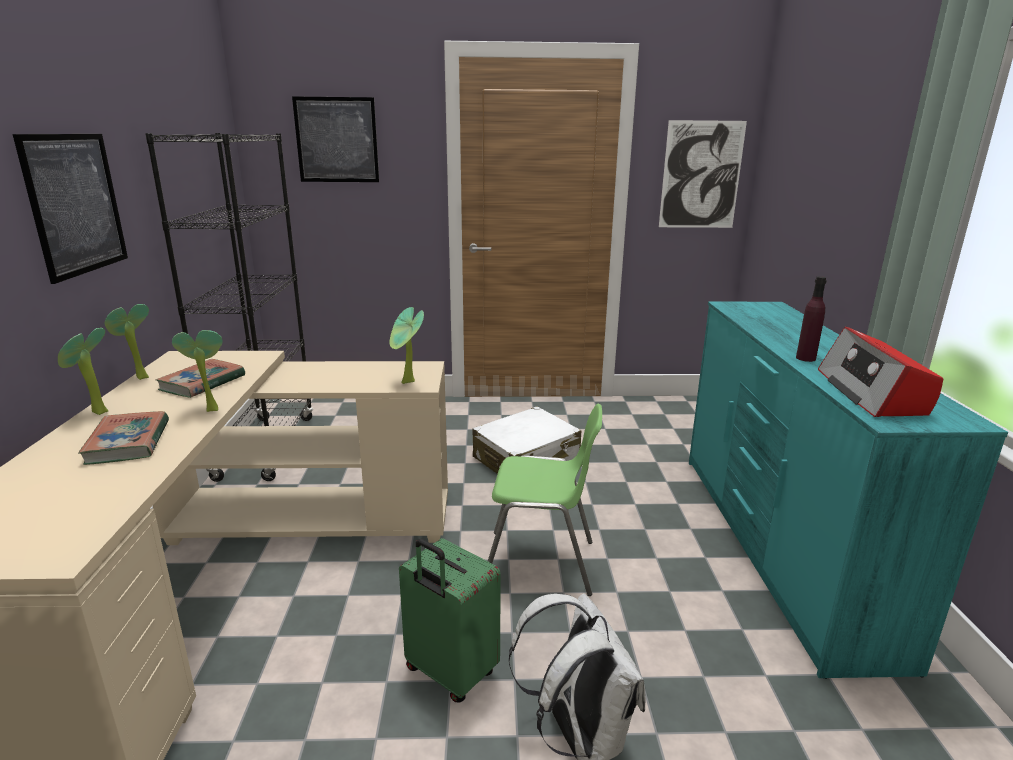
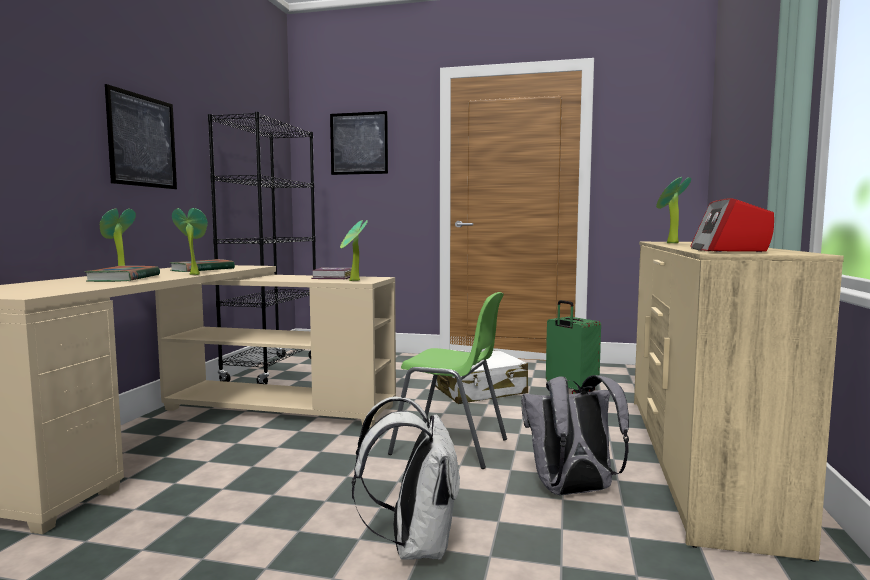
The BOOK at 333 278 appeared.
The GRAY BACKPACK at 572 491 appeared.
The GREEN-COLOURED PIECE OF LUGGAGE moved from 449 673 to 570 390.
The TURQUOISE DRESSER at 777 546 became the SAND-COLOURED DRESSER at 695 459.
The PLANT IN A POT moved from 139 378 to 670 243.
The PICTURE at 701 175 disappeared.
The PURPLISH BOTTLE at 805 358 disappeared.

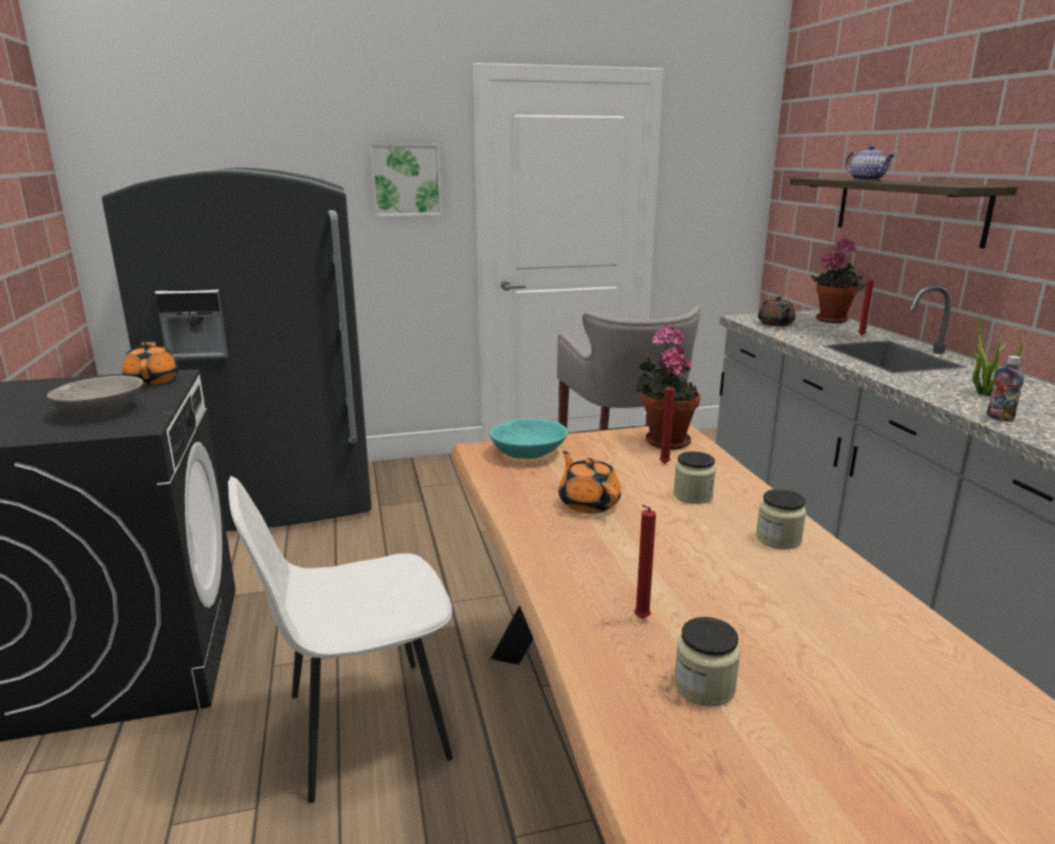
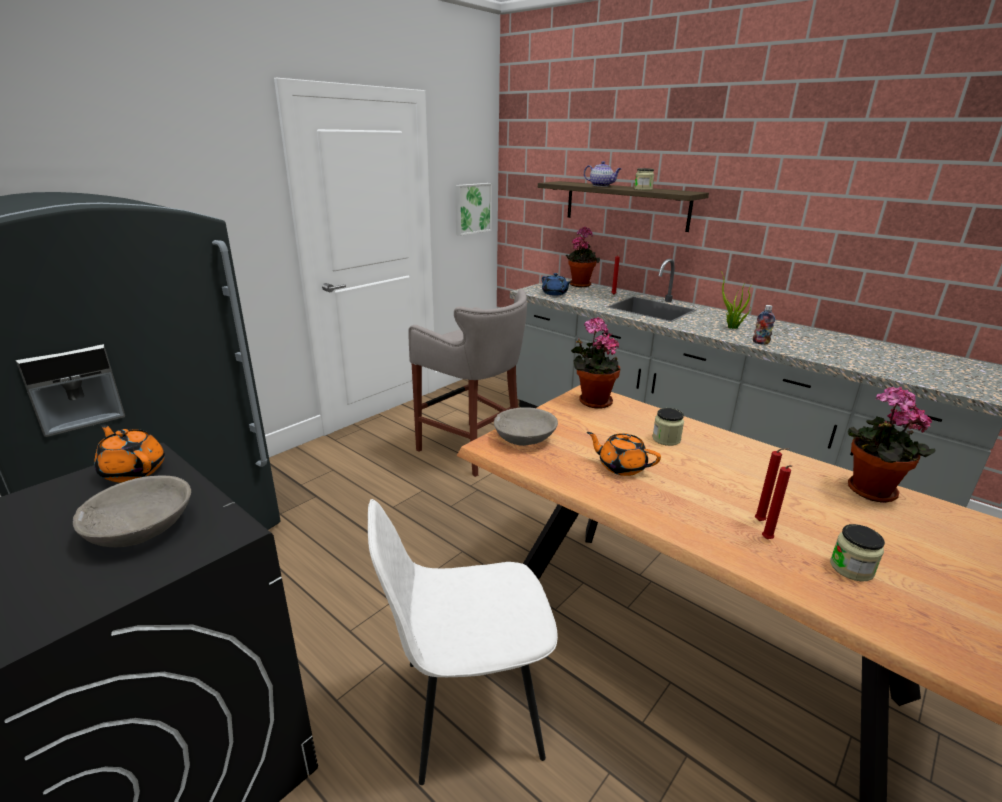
The WHITE UPRIGHT CHAIR at 362 727 turned 45 degrees clockwise.
The PICTURE moved from 406 180 to 472 208.
The TURQUOISE BOWL at 528 452 became the GRAY BOWL at 524 437.
The BROWNISH TEAPOT at 775 324 became the BLUE TEAPOT at 555 293.
The JAR moved from 778 539 to 643 189.
The REDDISH WAX CANDLE moved from 665 464 to 761 522.
The PLANT IN A POT at 868 492 appeared.

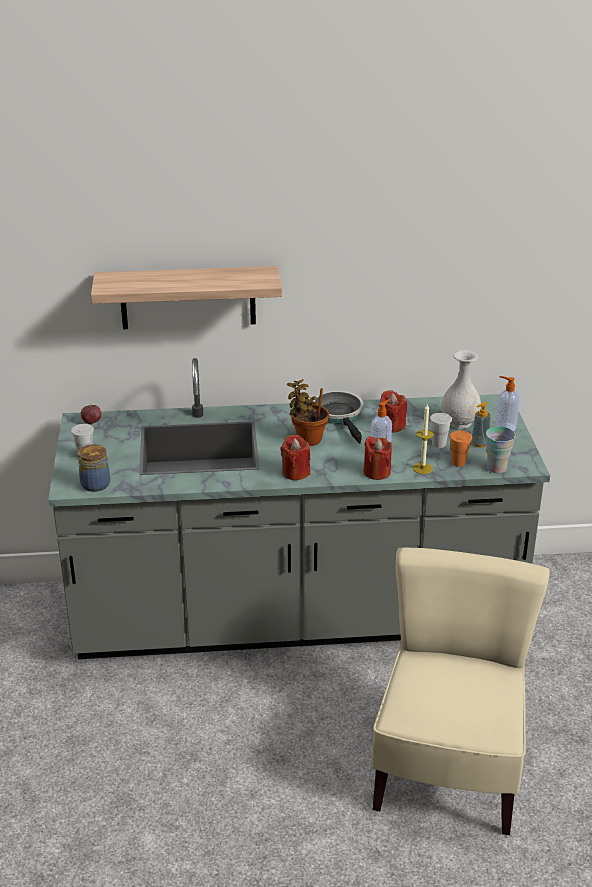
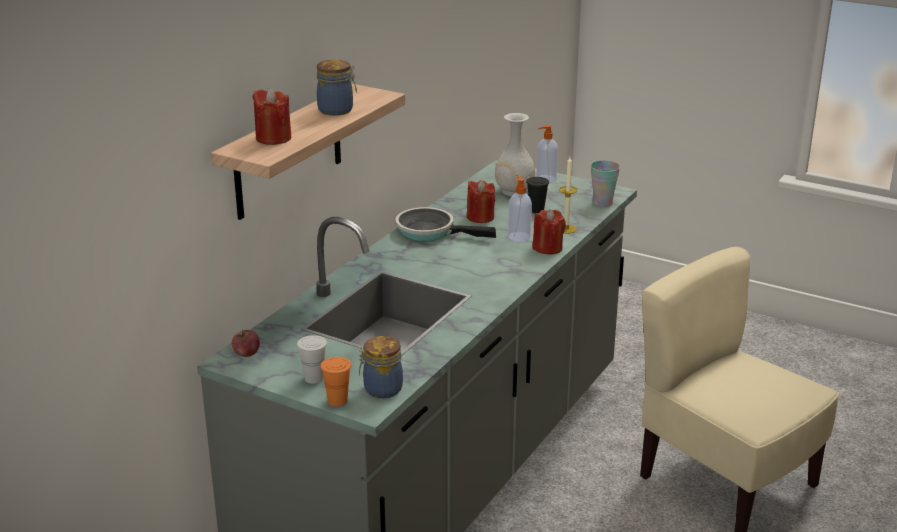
The REDDISH WAX CANDLE moved from 295 472 to 273 138.
The JAR at 337 110 appeared.
The ORANGEY DRINKING CUP moved from 458 462 to 337 401.
The WHITE DRINKING CUP at 438 444 became the BLACKISH DRINKING CUP at 536 210.
The PLANT IN A POT at 307 438 disappeared.
The SOAP BOTTLE at 479 443 disappeared.

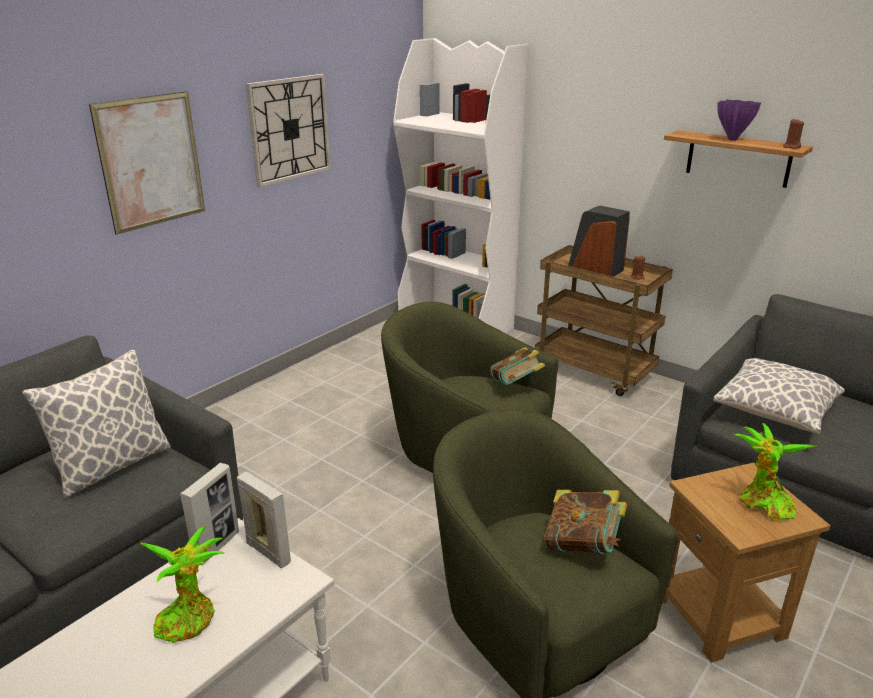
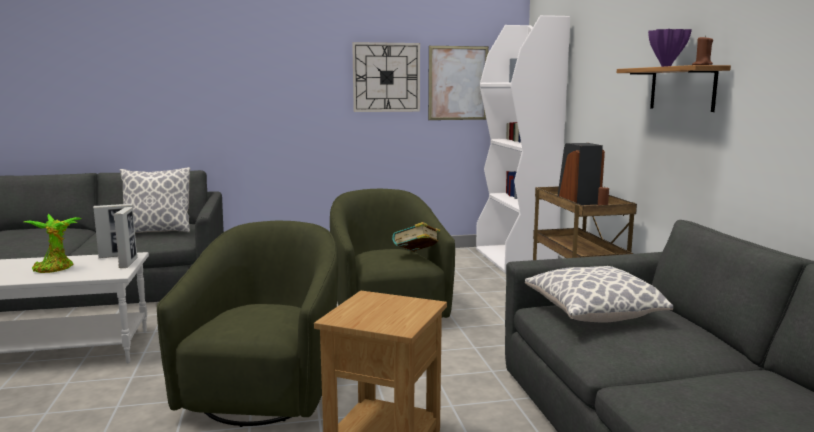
The PICTURE moved from 151 161 to 458 83.
The BOOK at 582 545 disappeared.
The PLANT IN A POT at 763 504 disappeared.

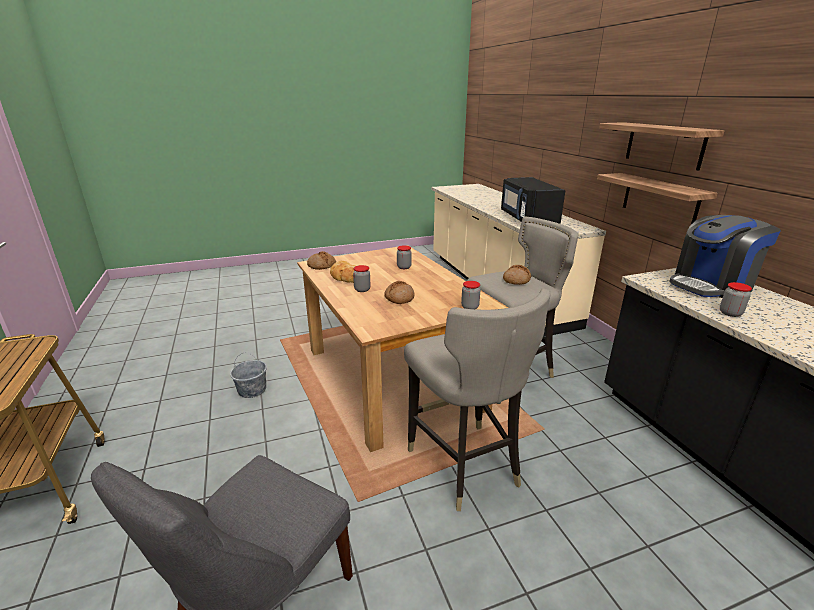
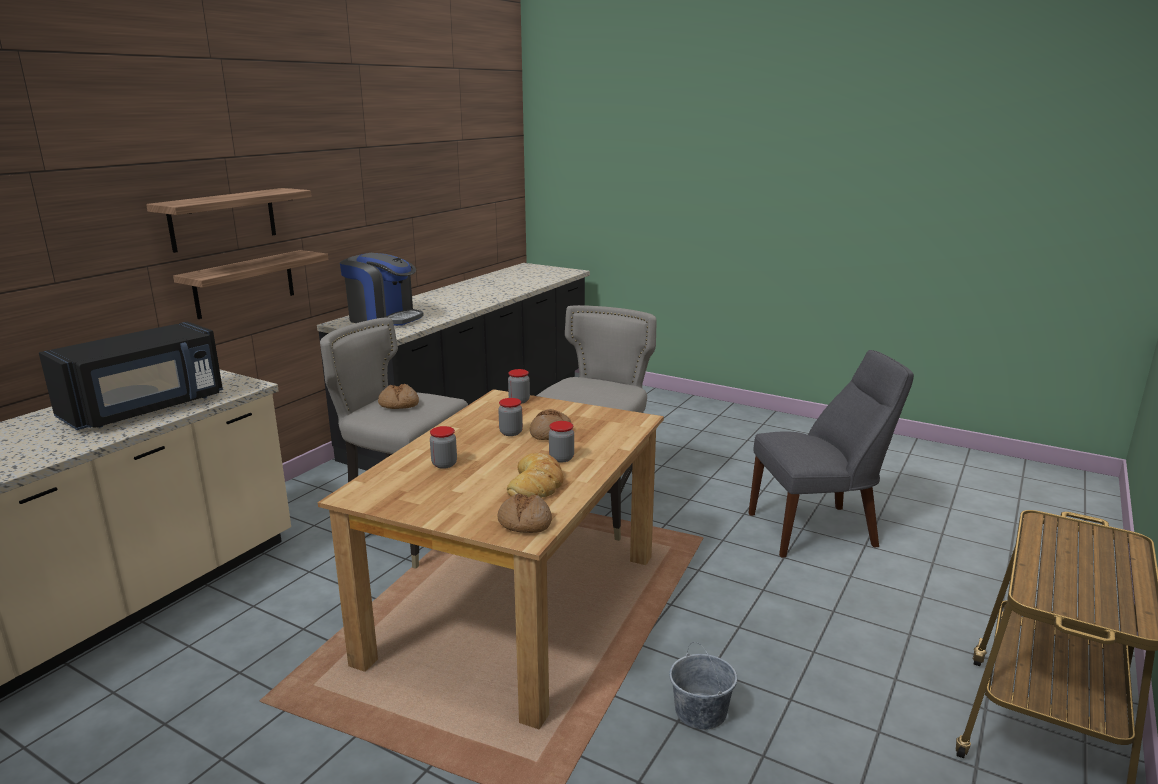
The JAR moved from 730 313 to 511 432.

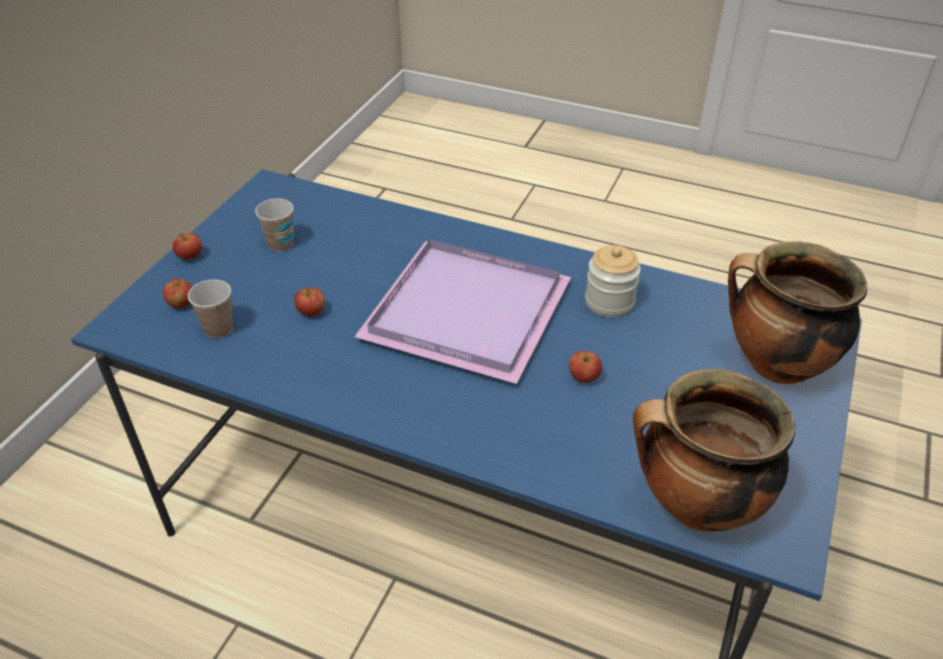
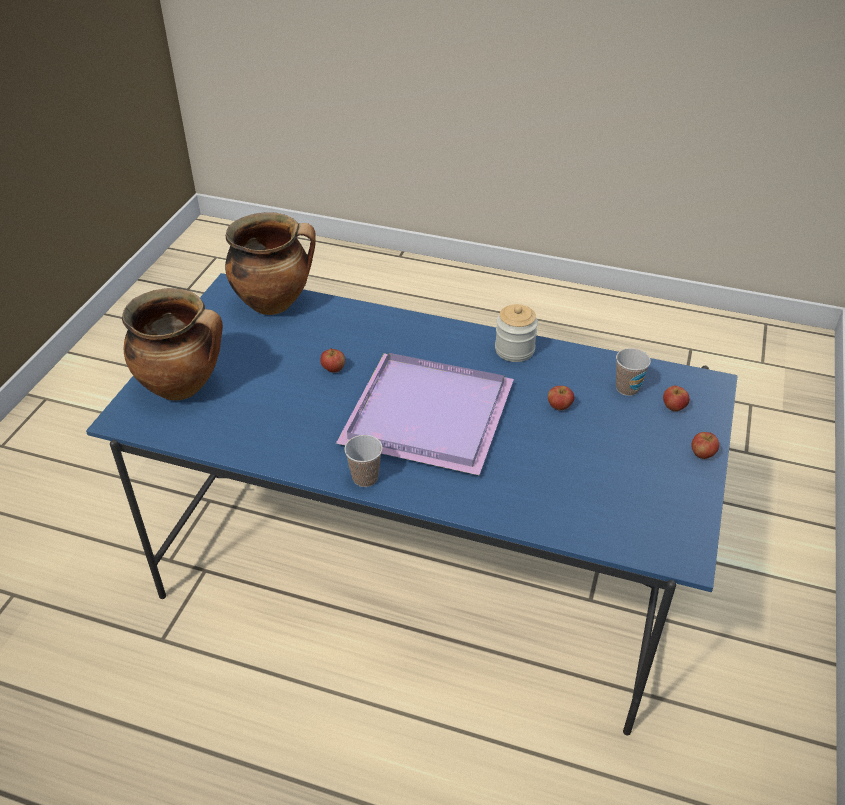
The DRINKING CUP moved from 280 244 to 365 478.
The JAR moved from 609 302 to 514 350.

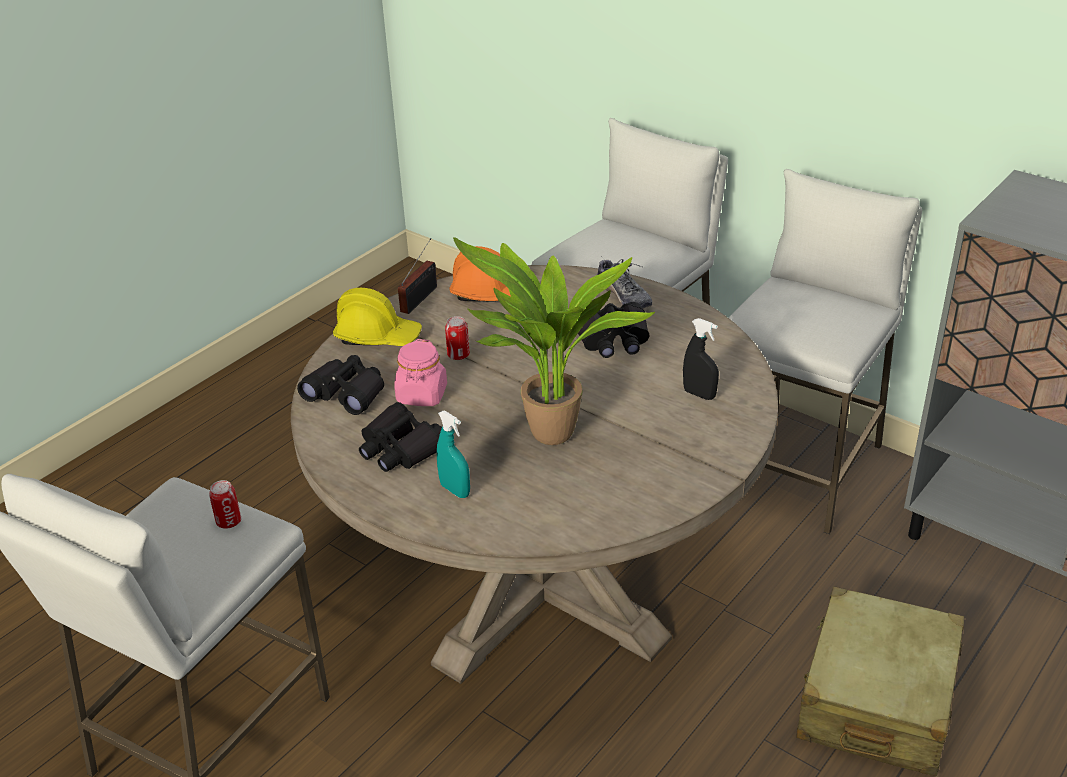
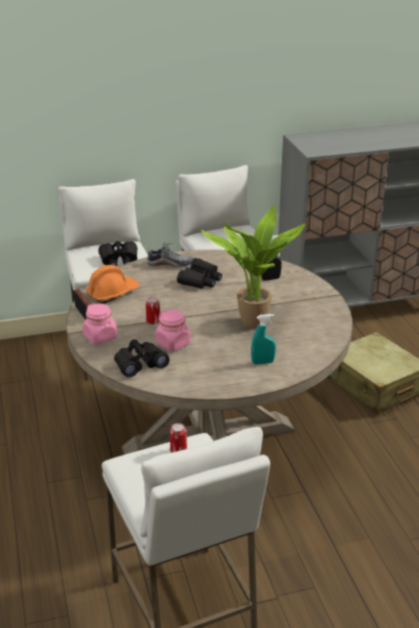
The YELLOW-COLOURED HARD HAT at 378 336 was replaced by the PINK-COLOURED JAR at 100 337.
The BLACKISH PAIR OF BINOCULARS moved from 400 448 to 119 260.

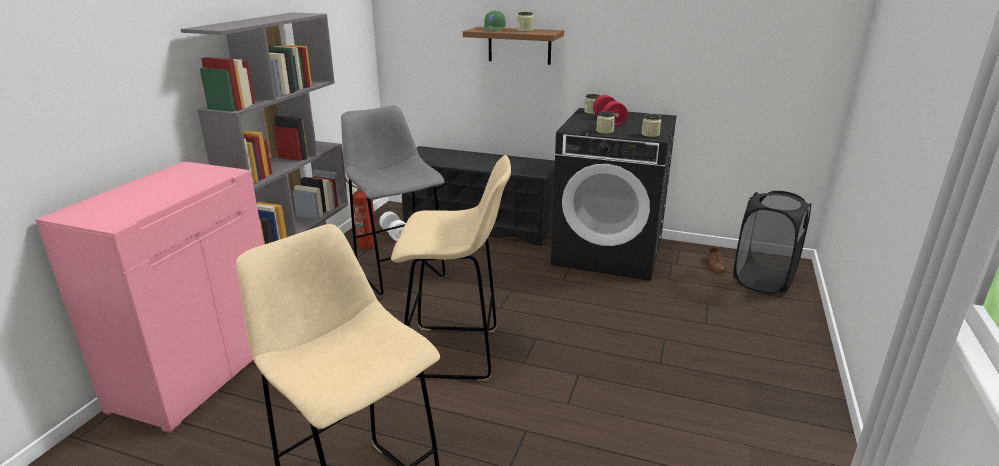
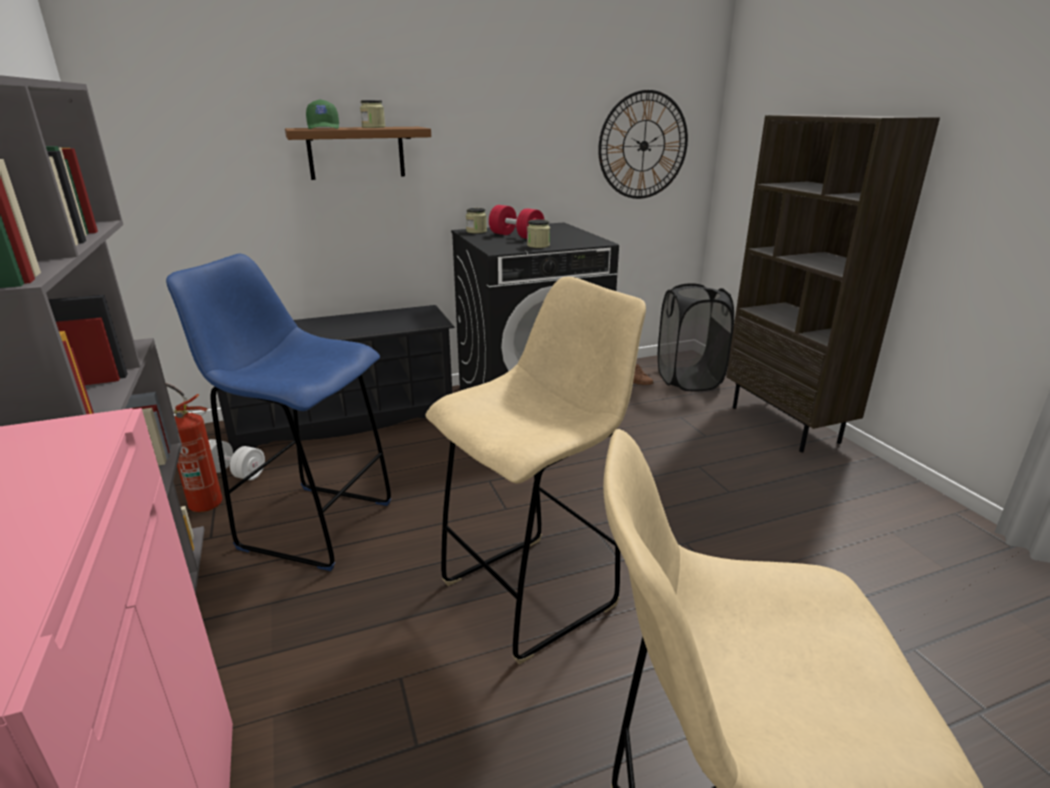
The GRAY STOOL SEAT at 399 274 became the BLUE STOOL SEAT at 313 524.
The HANGING CLOCK at 643 146 appeared.
The BROWNISH BOOKCASE at 785 424 appeared.
The JAR at 650 134 disappeared.

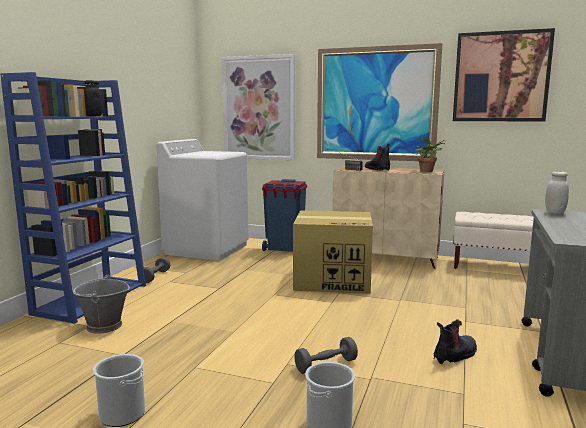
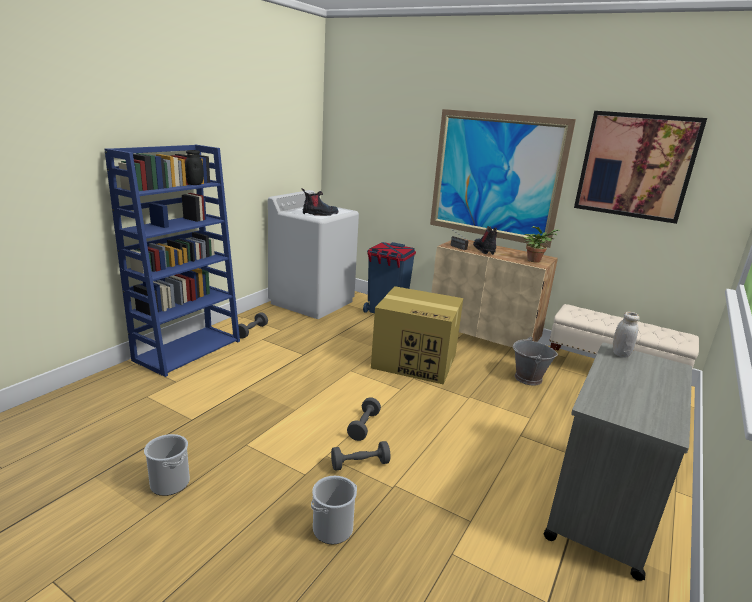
The TALL BOOT moved from 455 355 to 320 214.
The GRAY DUMBBELL at 364 426 appeared.
The GRAY WATER BUCKET moved from 104 326 to 528 378.
The PICTURE at 259 108 disappeared.

